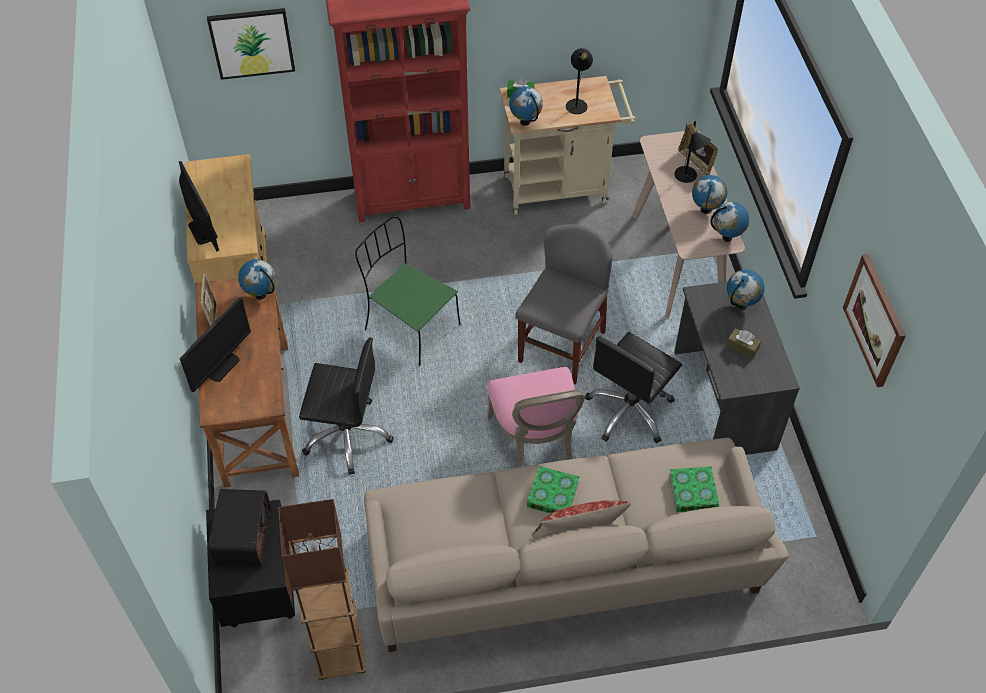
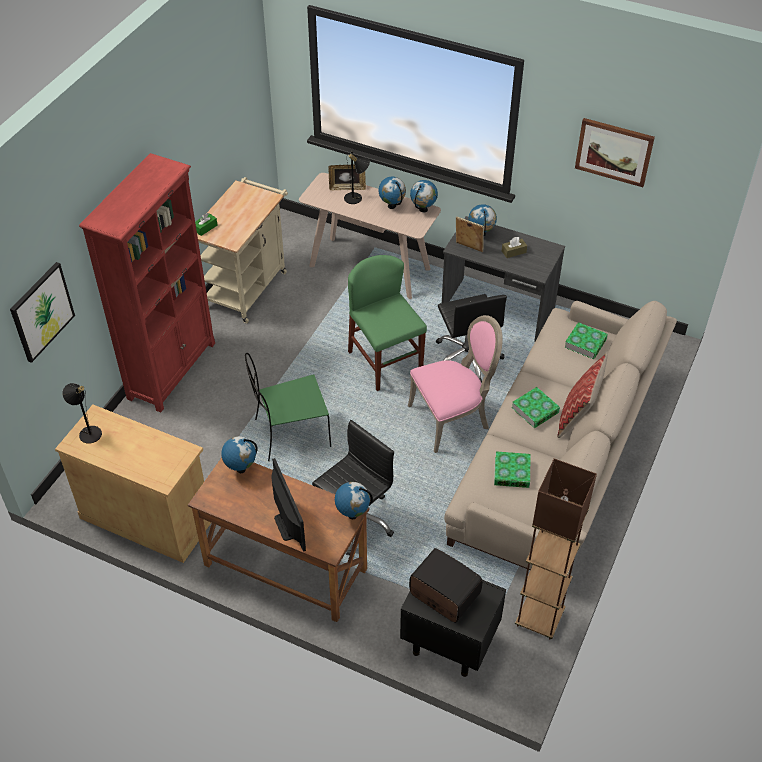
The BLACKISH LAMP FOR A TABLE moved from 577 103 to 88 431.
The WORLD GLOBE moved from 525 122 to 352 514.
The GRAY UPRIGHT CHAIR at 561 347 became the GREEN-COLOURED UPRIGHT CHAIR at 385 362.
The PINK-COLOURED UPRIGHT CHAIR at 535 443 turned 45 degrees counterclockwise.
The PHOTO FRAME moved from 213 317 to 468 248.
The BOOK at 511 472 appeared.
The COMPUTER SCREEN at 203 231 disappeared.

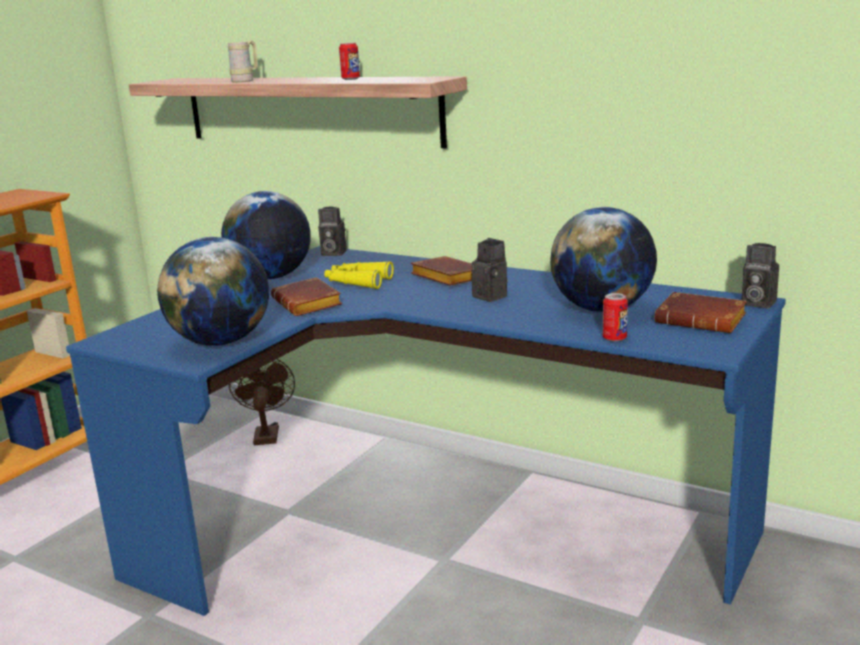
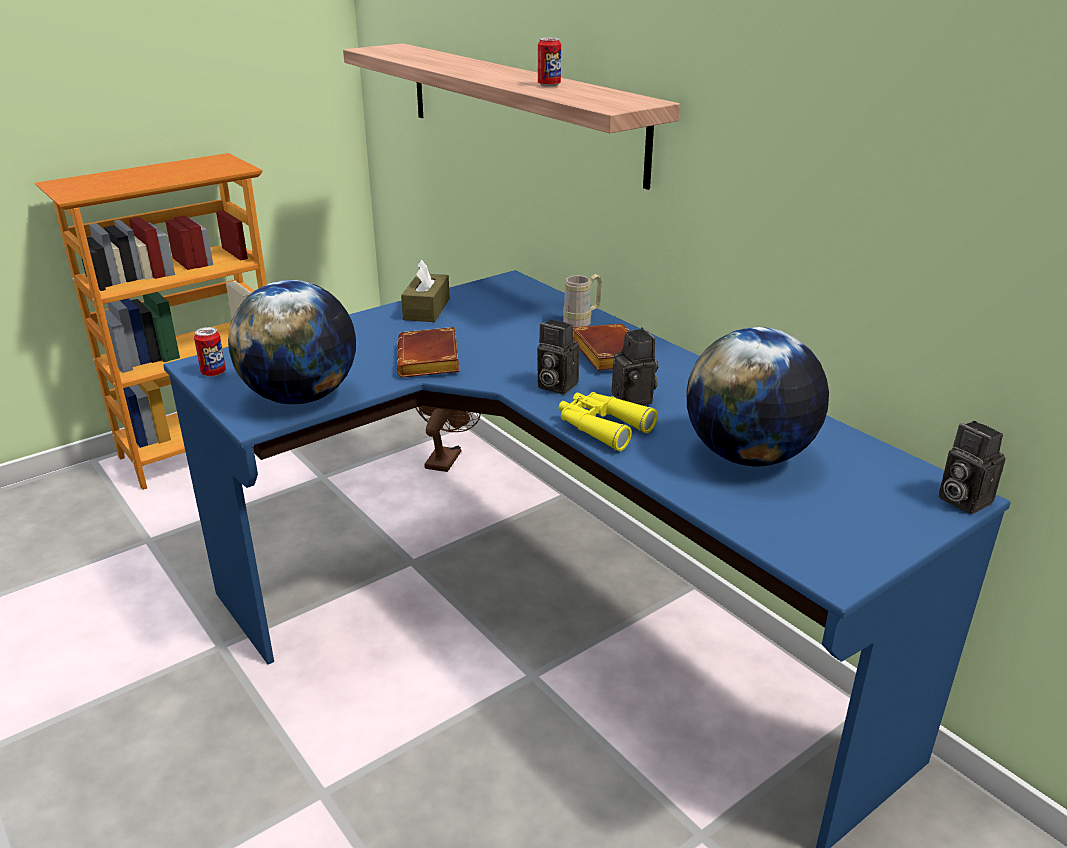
The CAN moved from 614 339 to 213 373.
The WORLD GLOBE at 271 277 was replaced by the BROWNISH BOX OF TISSUES at 426 309.
The STILL CAMERA moved from 332 253 to 554 385.
The YELLOW-COLOURED PAIR OF BINOCULARS moved from 357 282 to 601 427.
The SAND-COLOURED COFFEE MUG moved from 246 80 to 582 322.
The BROWNISH BOOK at 703 320 disappeared.

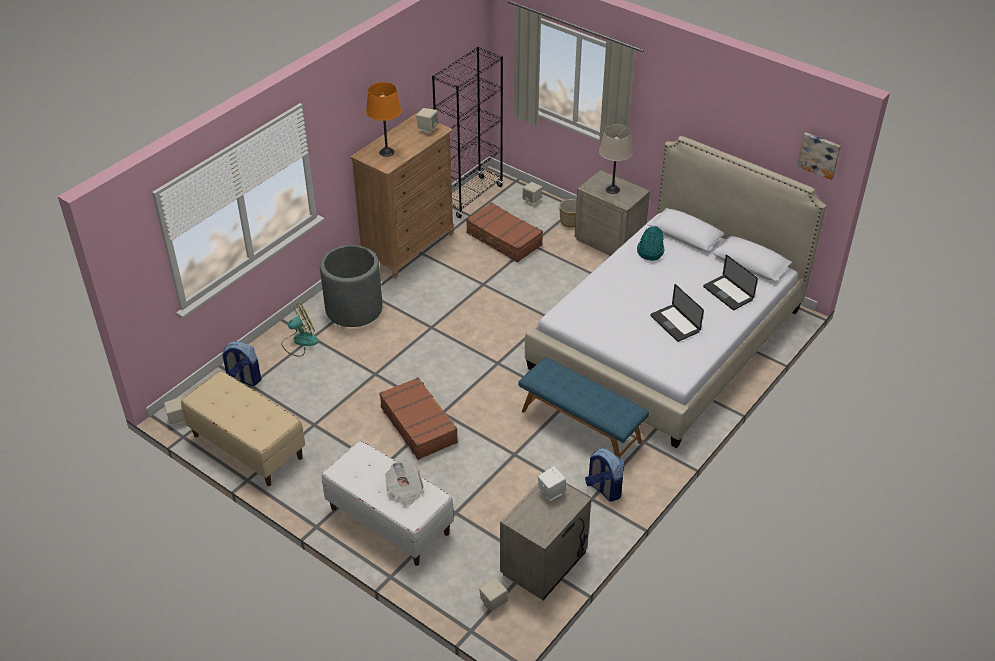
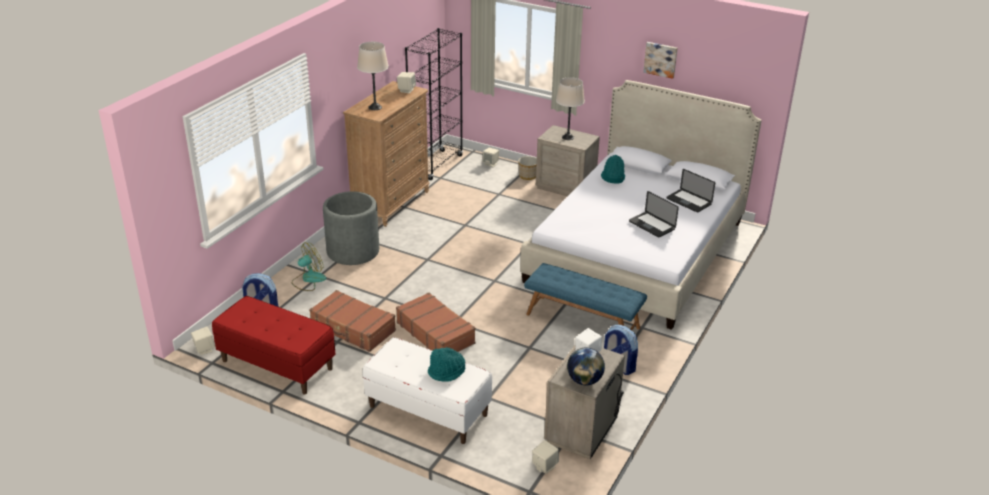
The SAND-COLOURED LONG SEAT at 247 446 became the REDDISH LONG SEAT at 276 365.
The BROWNISH PIECE OF LUGGAGE moved from 503 239 to 353 328.
The ORANGEY LAMP FOR A TABLE at 386 152 became the SAND-COLOURED LAMP FOR A TABLE at 375 107.
The PRINTED PAPER at 405 490 was replaced by the TURQUOISE HAT at 446 372.
The WORLD GLOBE at 584 381 appeared.
The PICTURE moved from 819 154 to 660 59.

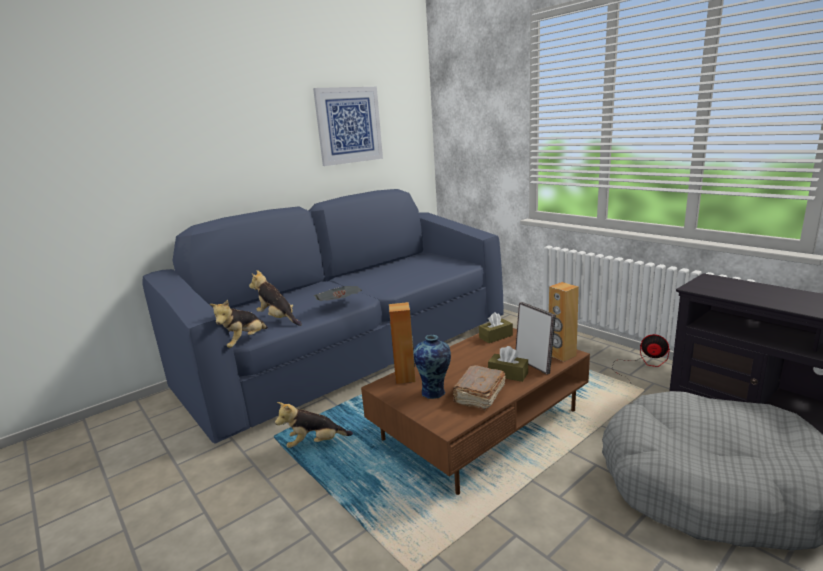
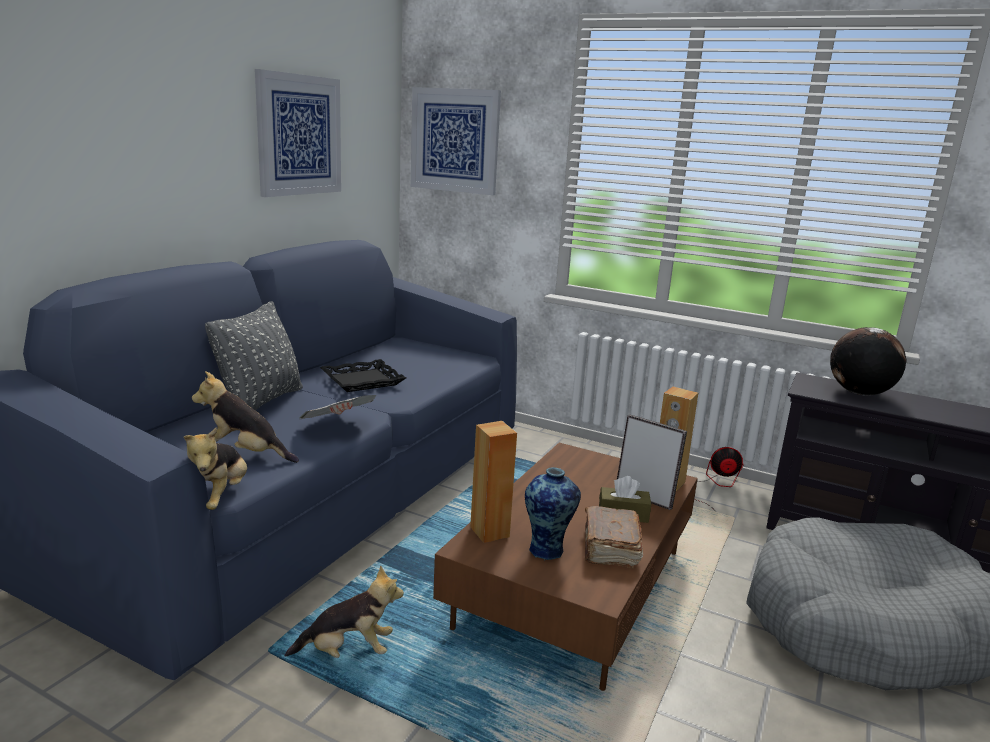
The GRAY PILLOW at 261 402 appeared.
The CUDDLY TOY at 315 443 turned 150 degrees counterclockwise.
The BLACKISH TRAY at 363 381 appeared.
The PICTURE at 454 140 appeared.
The WORLD GLOBE at 859 393 appeared.
The BROWNISH BOX OF TISSUES at 496 336 disappeared.

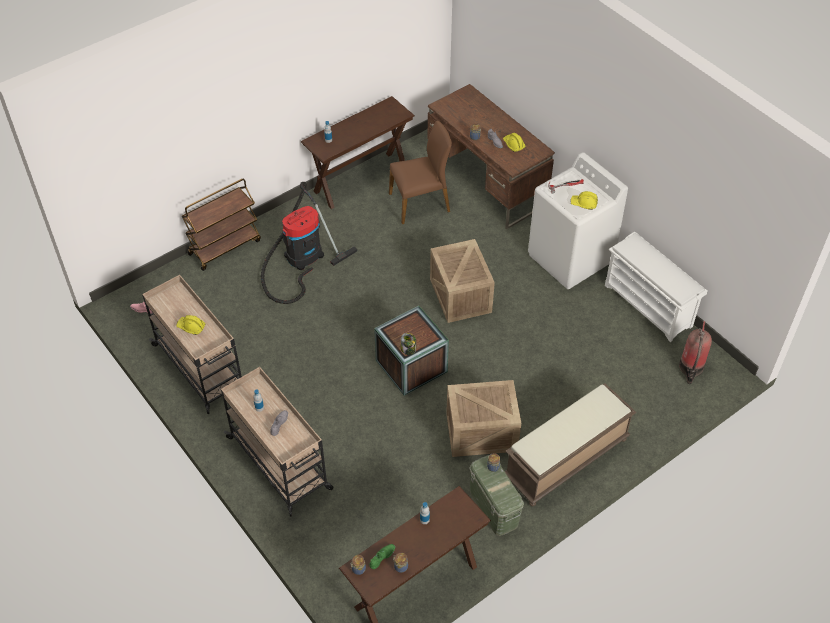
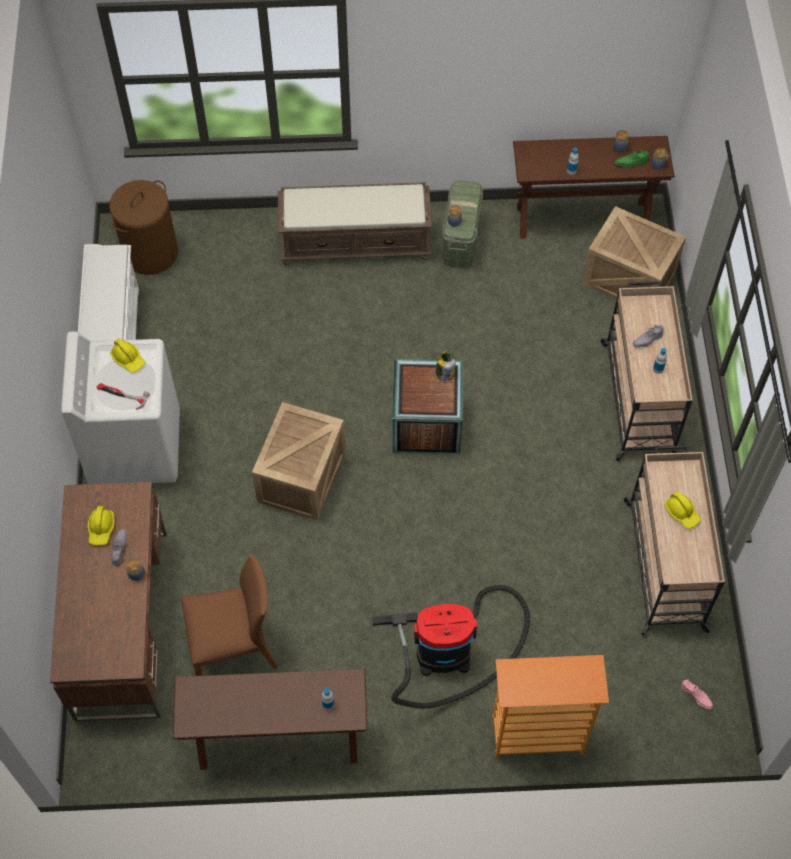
The EXTINGUISHER at 691 368 was replaced by the BROWNISH HAMPER at 150 253.
The BROWNISH UPRIGHT CHAIR at 420 203 turned 150 degrees clockwise.
The BROWNISH CART at 225 247 was replaced by the BOOKCASE at 537 737.
The PACKING CRATE moved from 480 433 to 630 278.

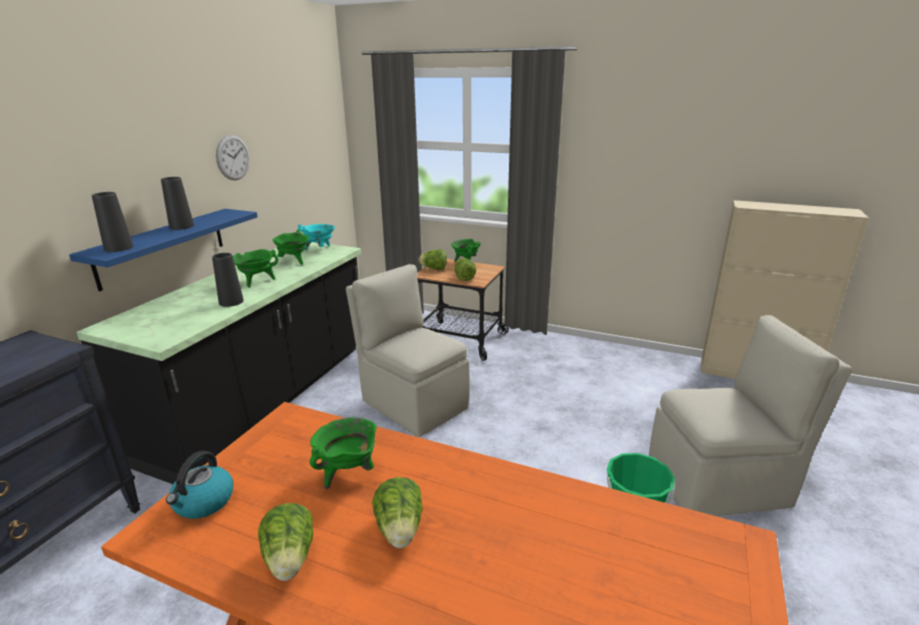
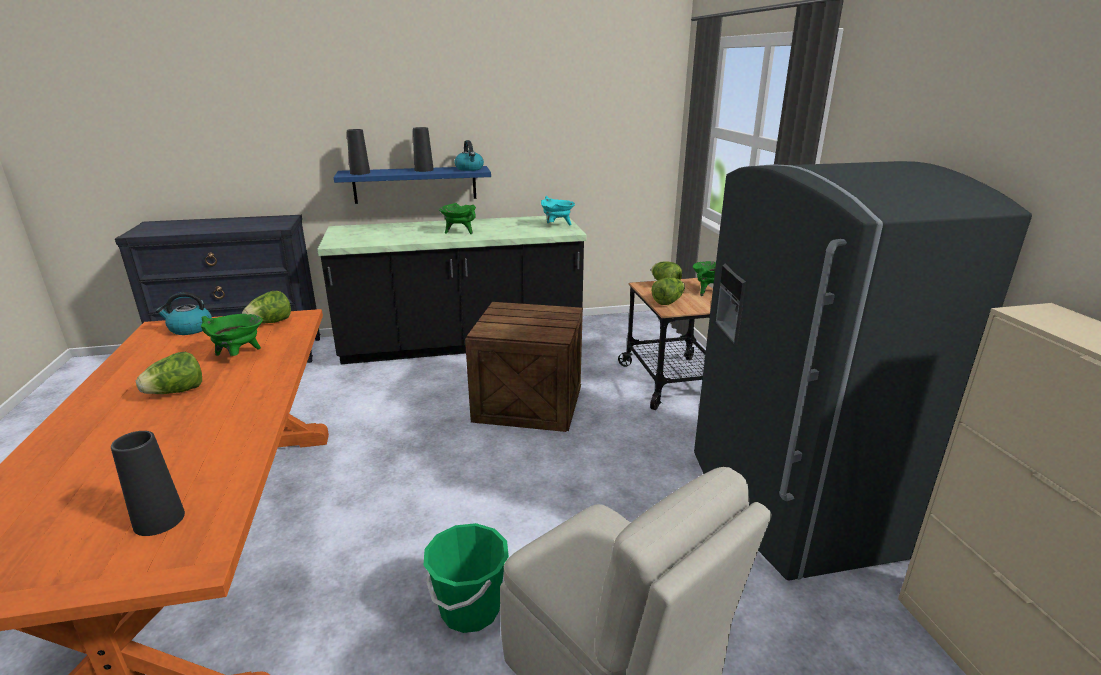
The BLACKISH DECORATIVE VASE moved from 231 302 to 159 520.
The HEAD OF LETTUCE moved from 290 559 to 270 323.
The TEA KETTLE at 469 169 appeared.
The SAND-COLOURED UPRIGHT CHAIR at 413 403 was replaced by the PACKING CRATE at 529 403.
The GRAY FRIDGE at 788 503 appeared.
The HANGING CLOCK at 233 157 disappeared.
The GREEN-COLOURED STOCKPOT at 294 261 disappeared.

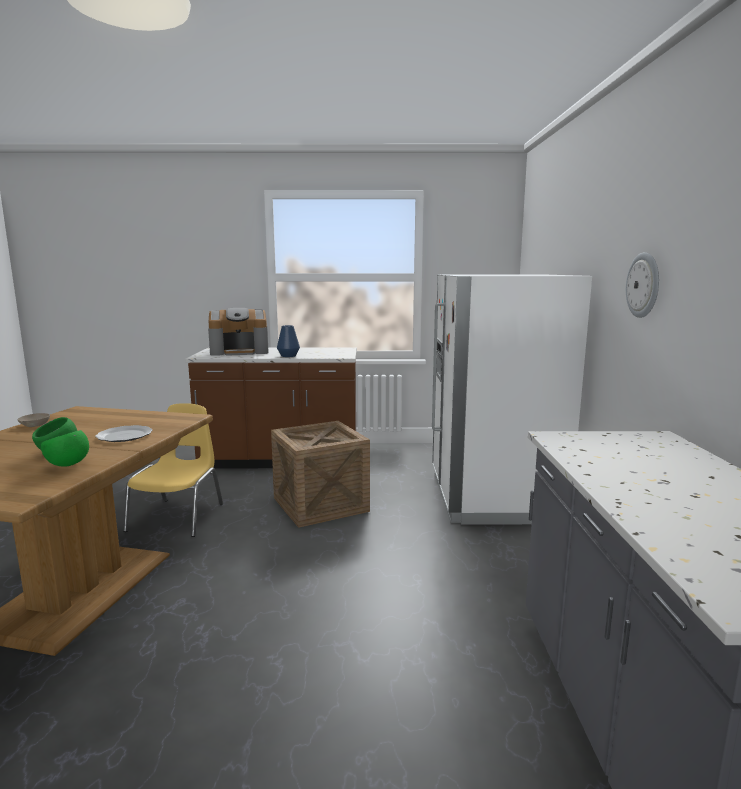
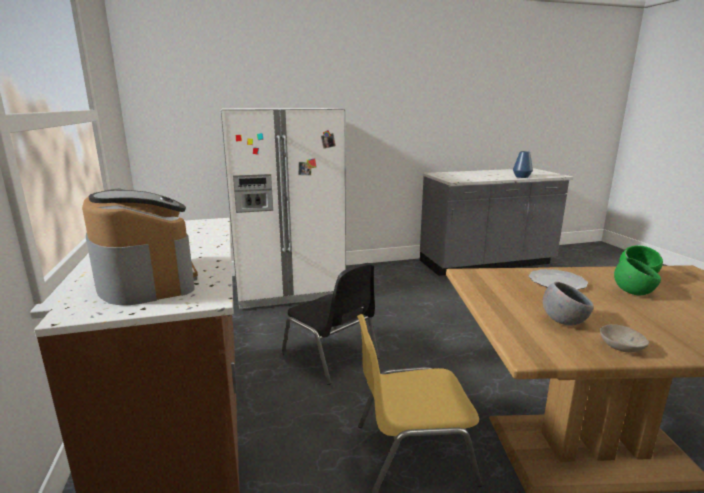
The PACKING CRATE at 320 504 was replaced by the BLACKISH UPRIGHT CHAIR at 331 356.
The BLUE DECORATIVE VASE moved from 288 356 to 521 177.
The GRAY BOWL at 563 322 appeared.
The HANGING CLOCK at 644 285 disappeared.

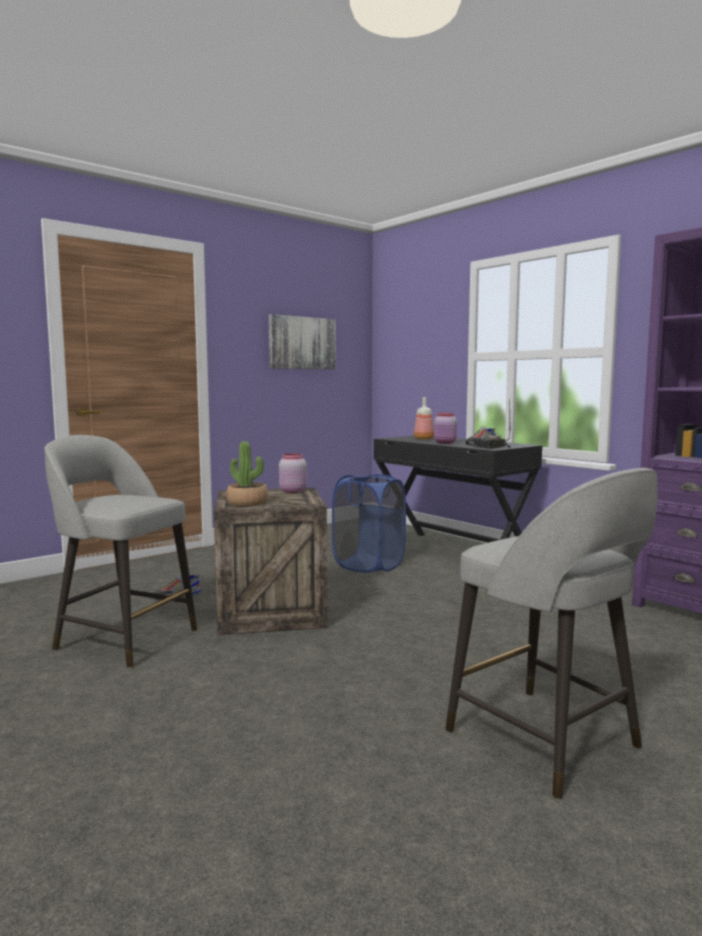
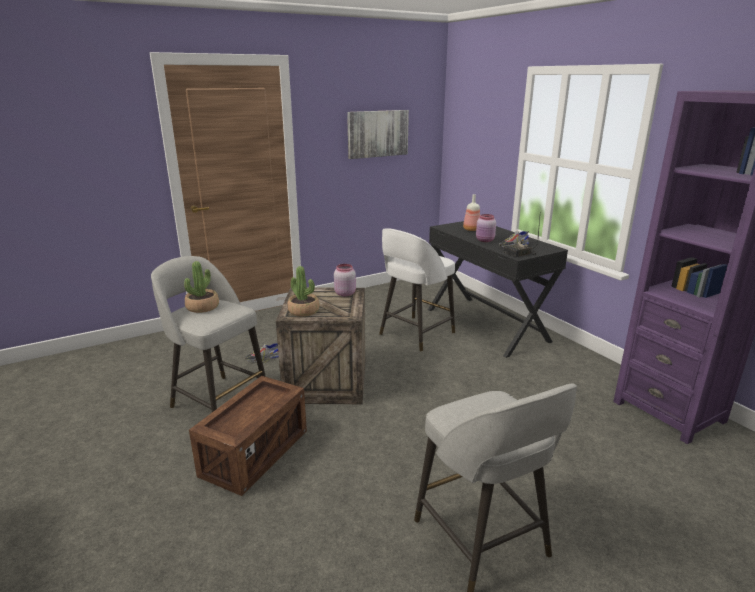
The PLANT IN A POT at 202 307 appeared.
The PACKING CRATE at 255 453 appeared.
The BLUE HAMPER at 368 565 was replaced by the WHITE STOOL SEAT at 415 334.

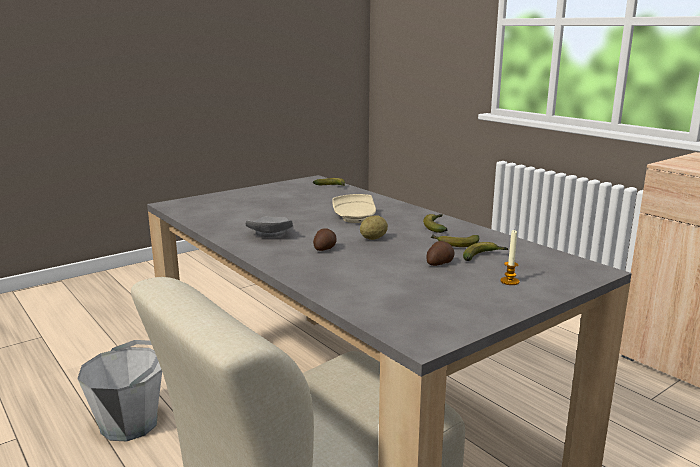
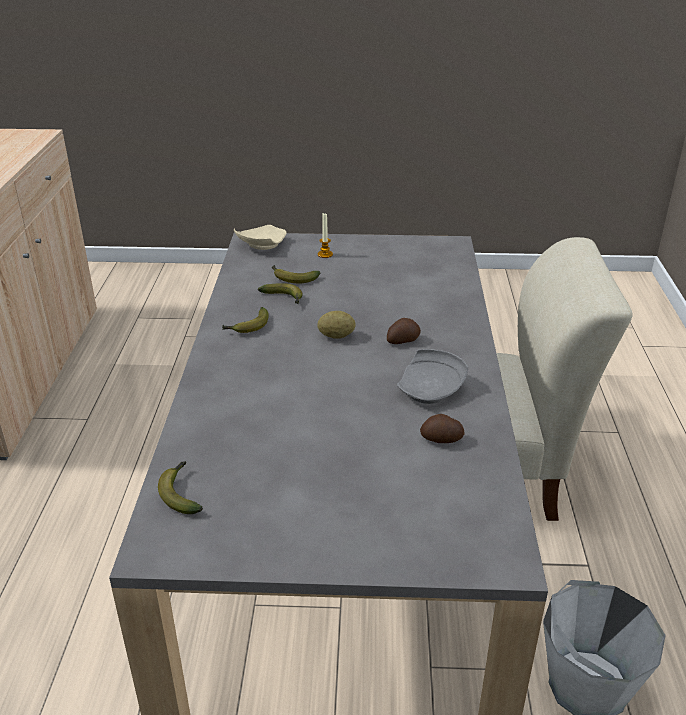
The SAND-COLOURED PLATE moved from 356 218 to 261 245.
The POTATO moved from 439 263 to 441 440.

